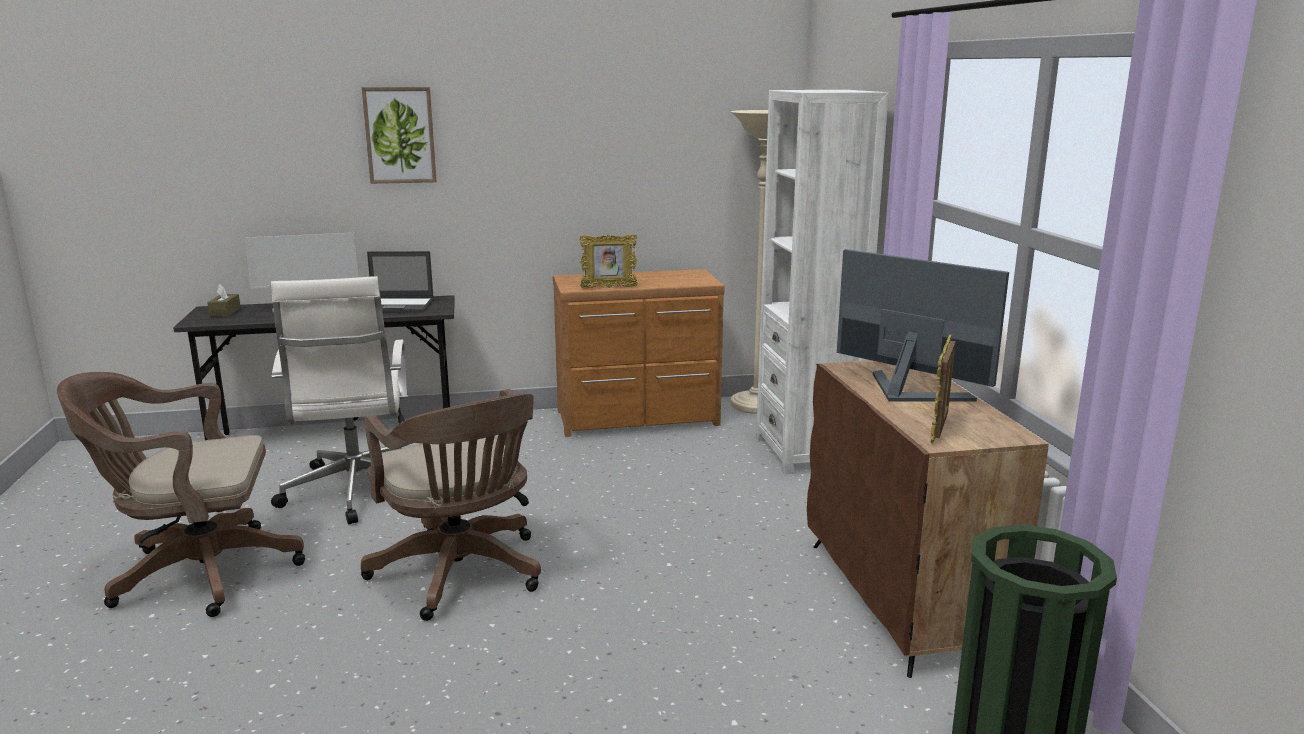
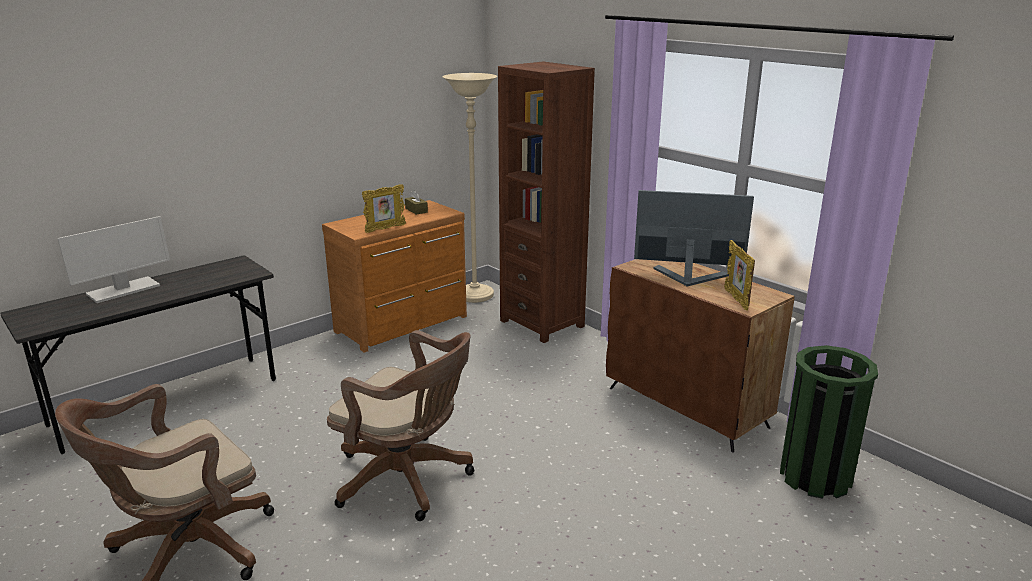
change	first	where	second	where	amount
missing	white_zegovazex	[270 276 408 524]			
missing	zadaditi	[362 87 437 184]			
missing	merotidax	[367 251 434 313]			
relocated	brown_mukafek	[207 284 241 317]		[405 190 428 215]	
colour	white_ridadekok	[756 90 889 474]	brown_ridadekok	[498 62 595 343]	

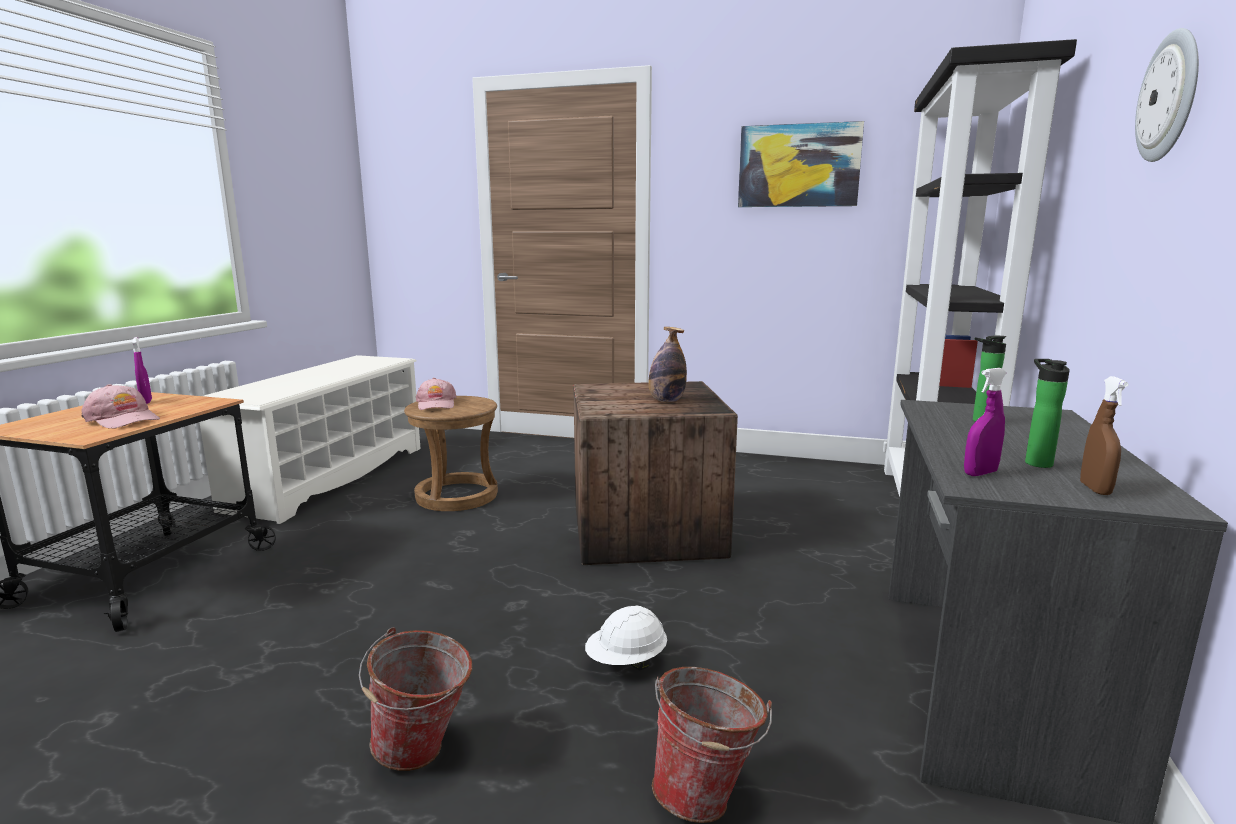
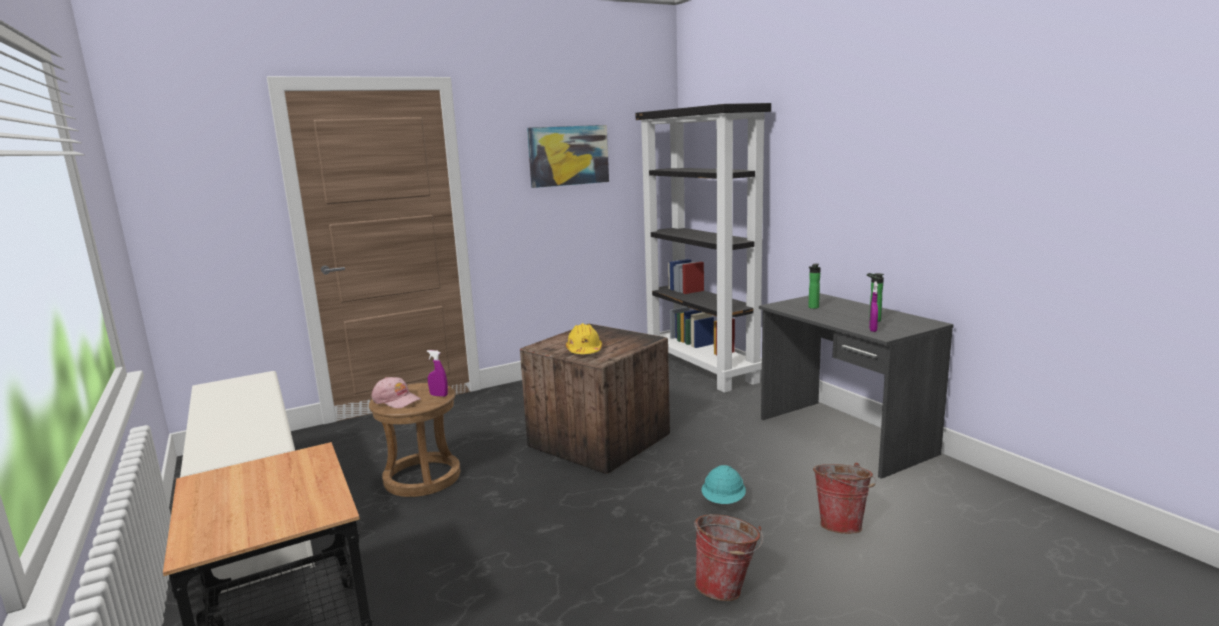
change	first	where	second	where	amount
missing	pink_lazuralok	[82 384 160 429]			
missing	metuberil	[648 327 687 402]			
missing	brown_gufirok	[1080 376 1128 495]			
missing	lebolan	[1135 28 1199 162]			
appeared			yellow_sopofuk	[566 323 602 354]	
relocated	purple_gufirok	[132 337 152 404]		[427 350 448 397]	
colour	white_sopofuk	[585 605 667 670]	turquoise_sopofuk	[702 465 746 504]	

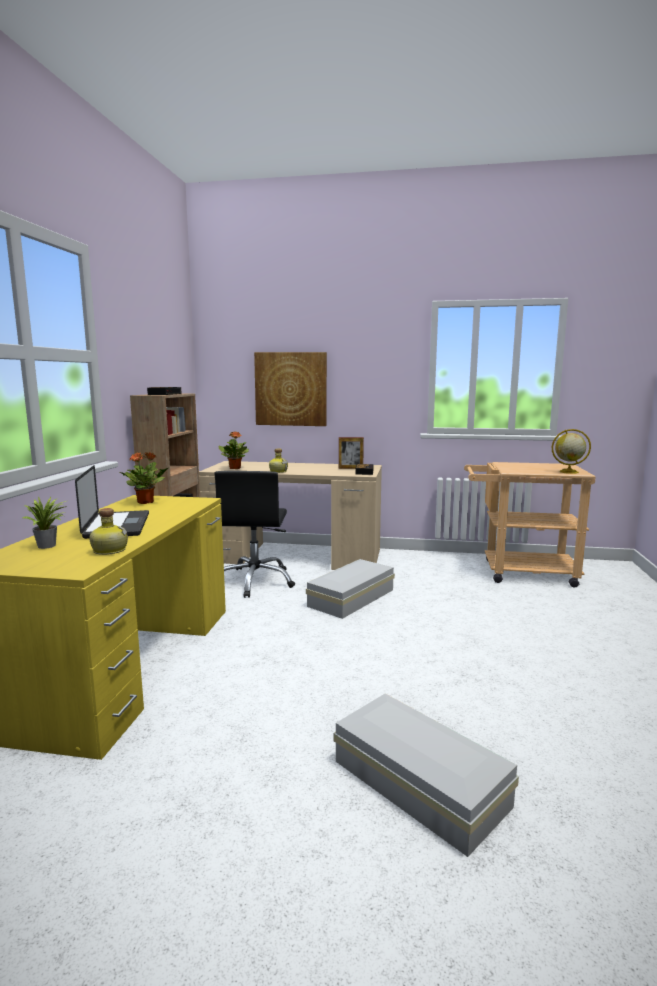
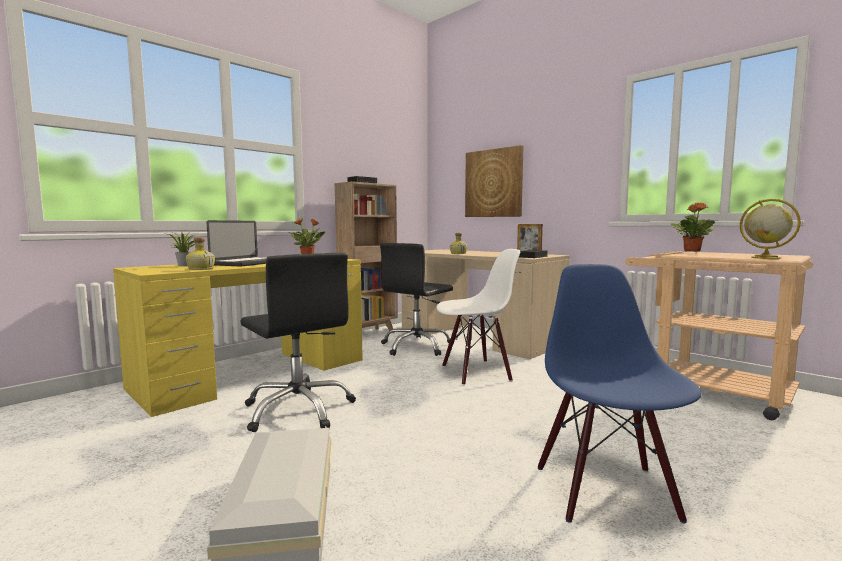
change	first	where	second	where	amount
appeared			black_zegovazex	[240 253 356 432]	
appeared			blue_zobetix	[538 264 702 524]	
relocated	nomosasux	[218 431 249 469]		[671 202 715 252]	
exchanged	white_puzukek	[306 559 395 619]	white_zobetix	[436 249 520 385]	

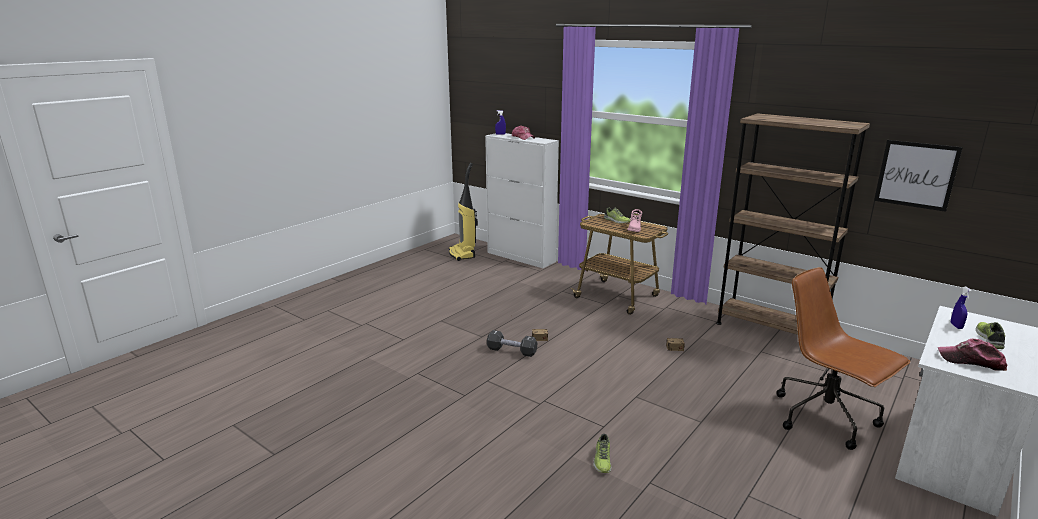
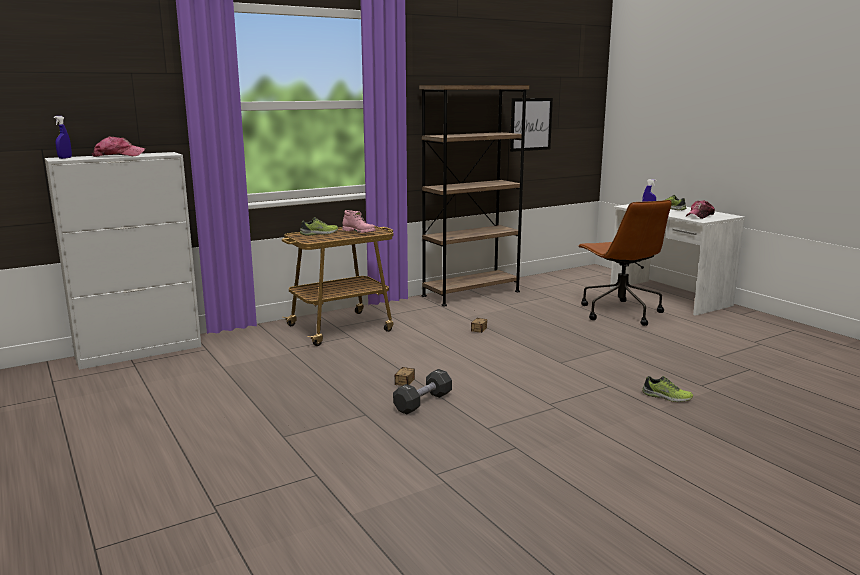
change	first	where	second	where	amount
missing	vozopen	[449 162 478 261]			
spun	brown_zegovazex	[776 267 911 450]		[579 200 672 326]	90 degrees counterclockwise

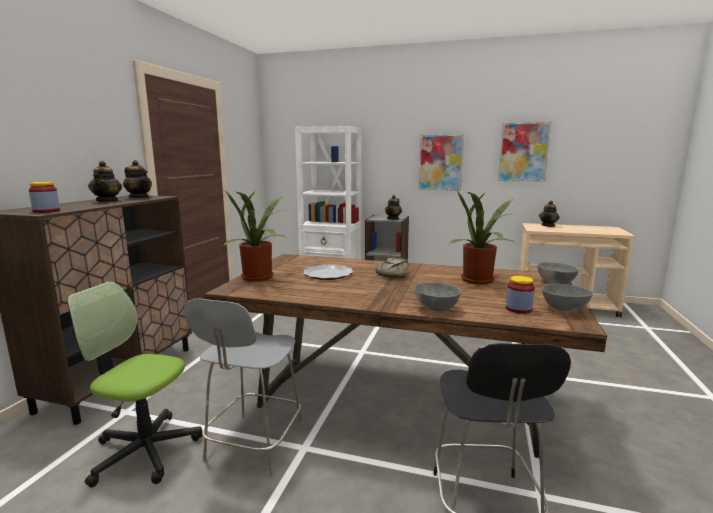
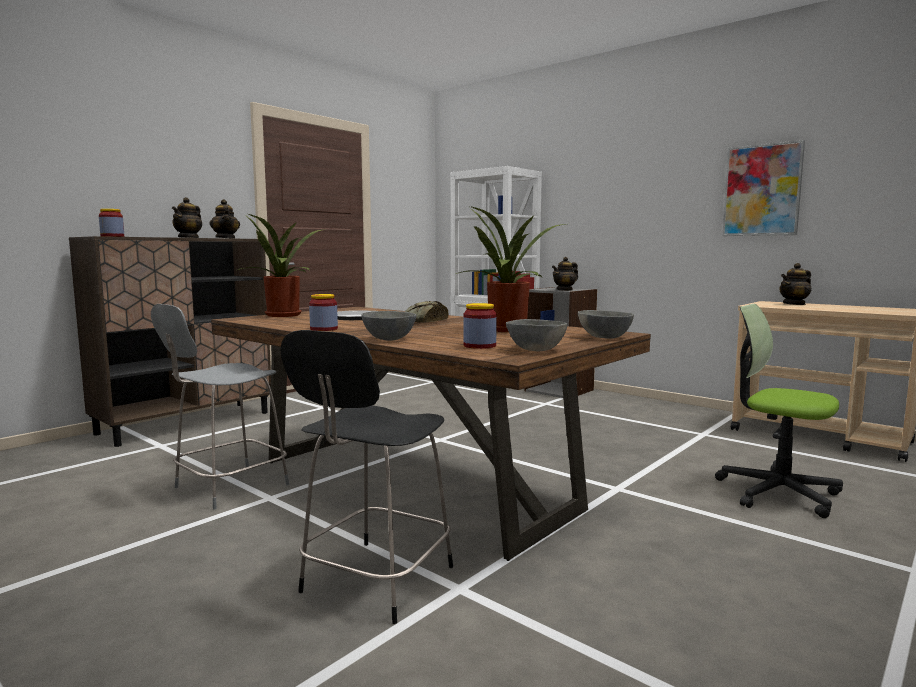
change	first	where	second	where	amount
missing	zadaditi	[419 134 464 191]			
appeared			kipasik	[309 294 338 331]	
relocated	zegovazex	[67 282 203 487]		[715 304 843 518]	

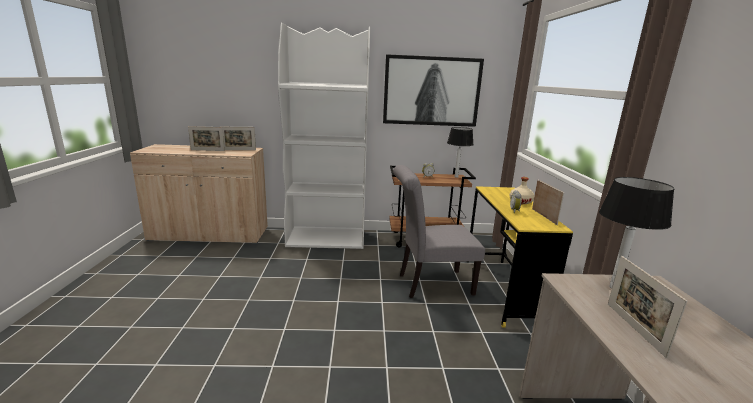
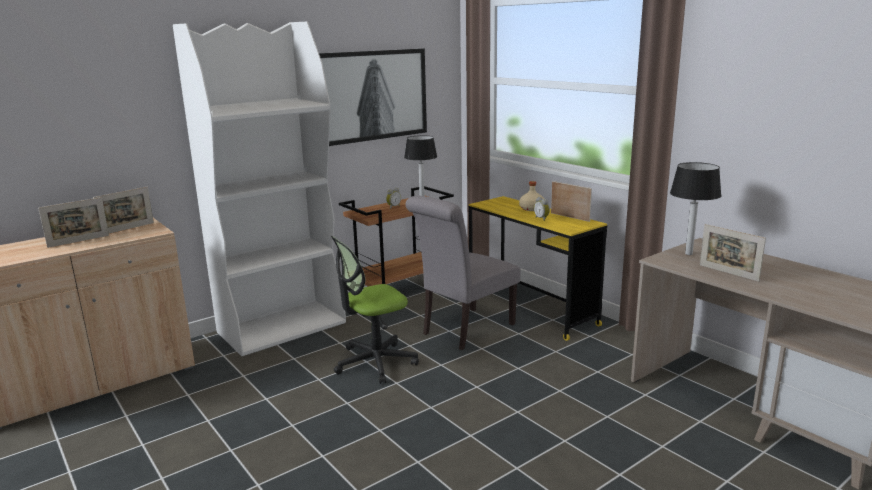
change	first	where	second	where	amount
appeared			zegovazex	[331 236 419 384]	

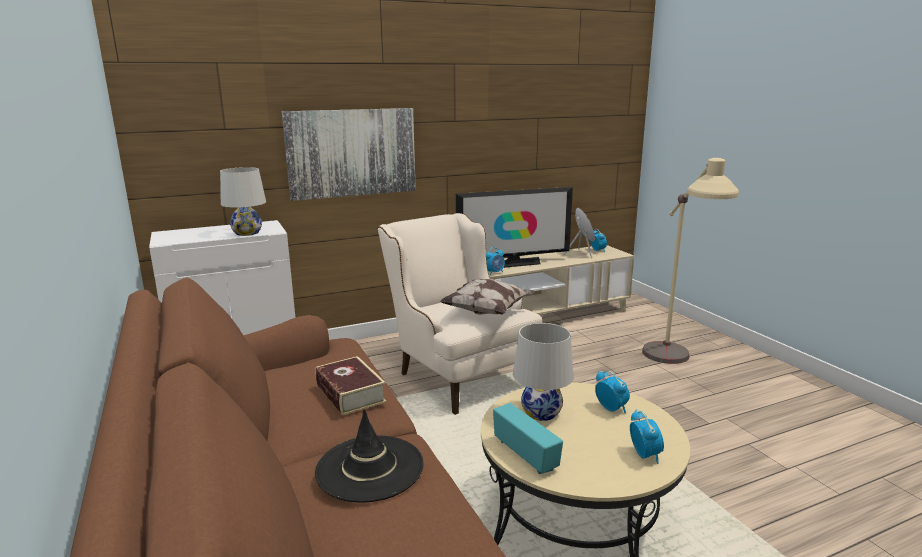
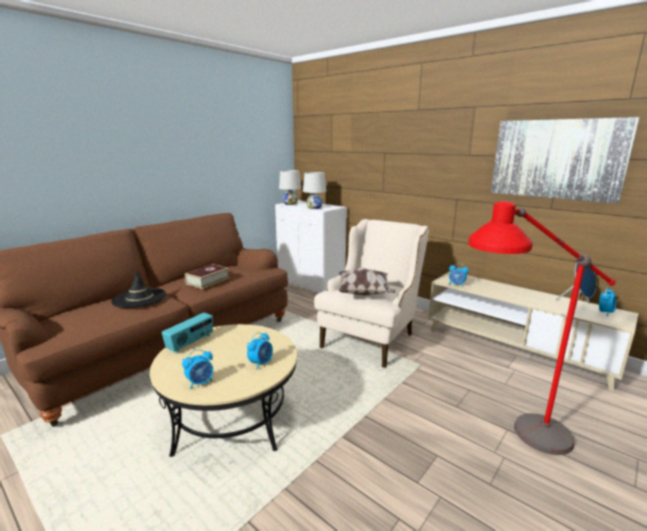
change	first	where	second	where	amount
missing	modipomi	[456 187 573 268]			
relocated	zadaditi	[282 108 416 201]		[491 117 640 203]	
relocated	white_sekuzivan	[513 323 574 421]		[279 170 301 205]	
colour	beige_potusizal	[642 158 739 364]	red_potusizal	[468 201 616 455]	

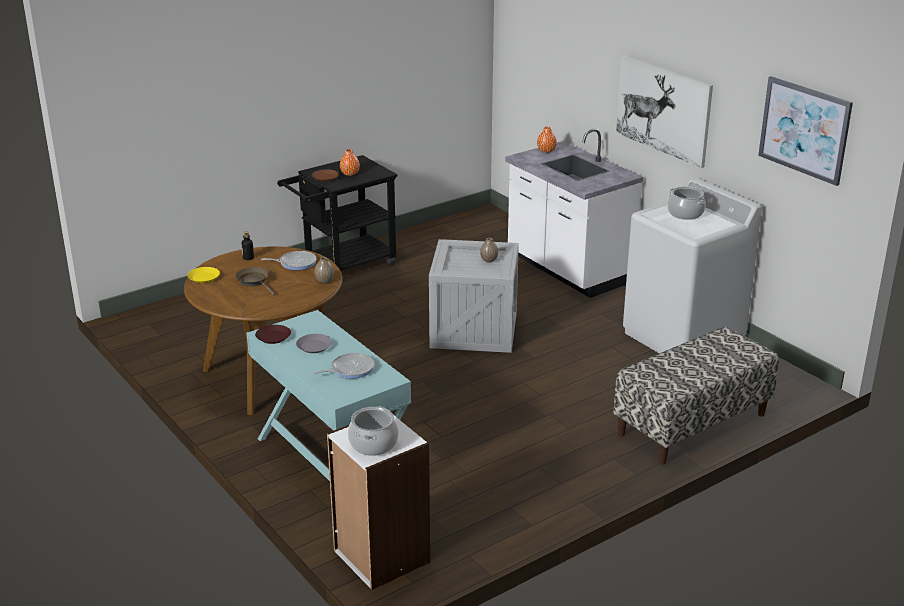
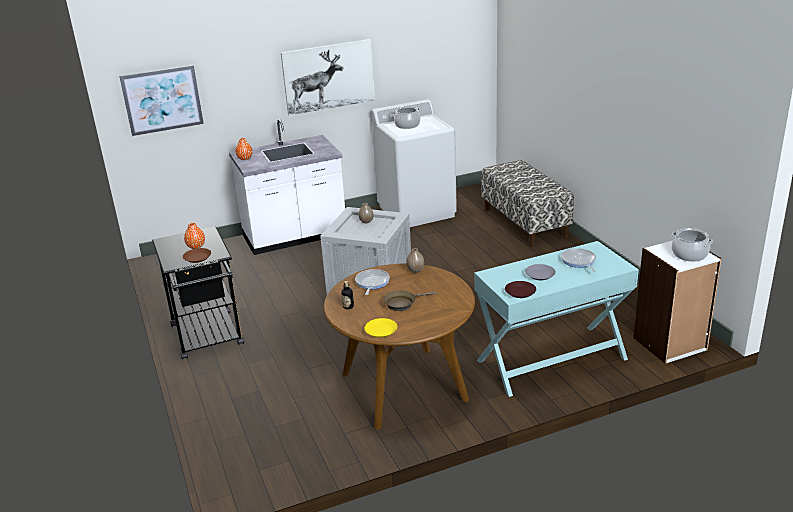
change	first	where	second	where	amount
relocated	zadaditi	[758 76 853 186]		[119 65 204 136]	

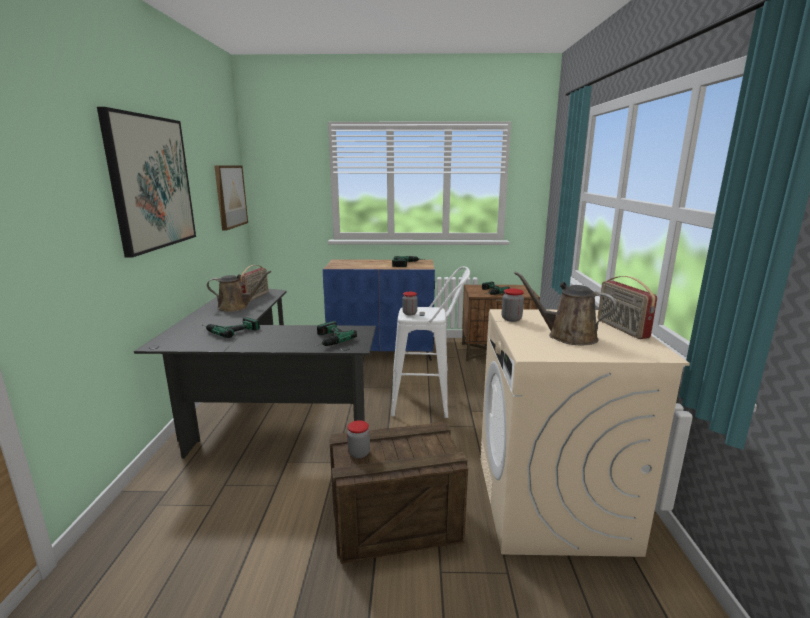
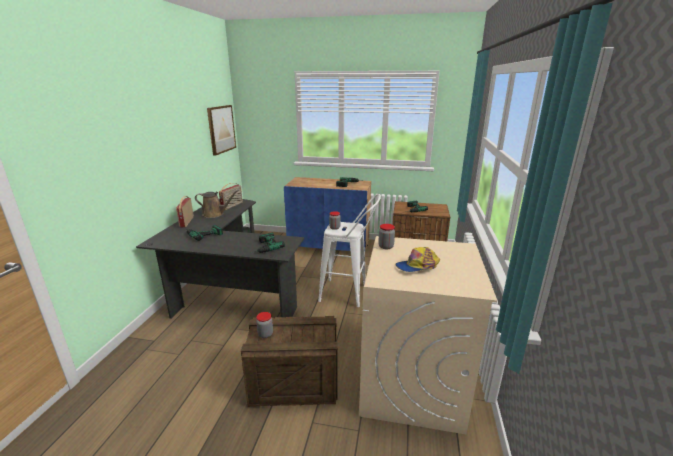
change	first	where	second	where	amount
missing	zadaditi	[97 107 196 258]			
relocated	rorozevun	[598 276 657 339]		[176 196 194 227]	
exchanged	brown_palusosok	[514 271 617 345]	lazuralok	[396 247 440 272]	

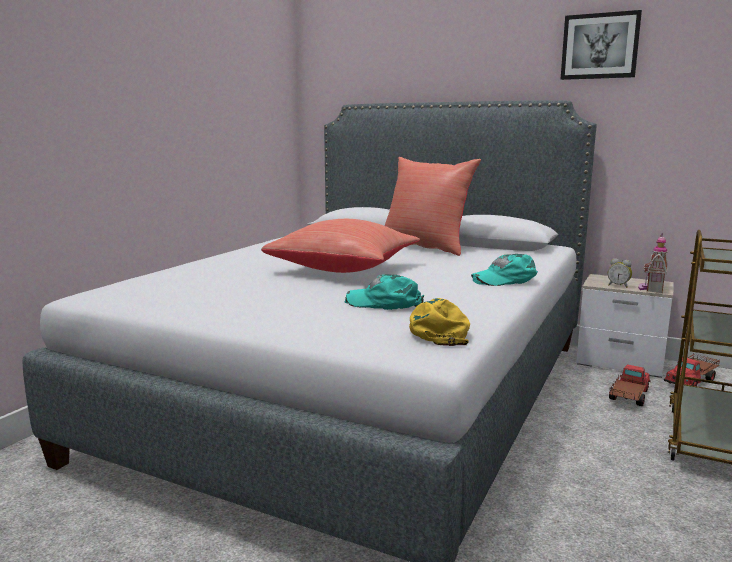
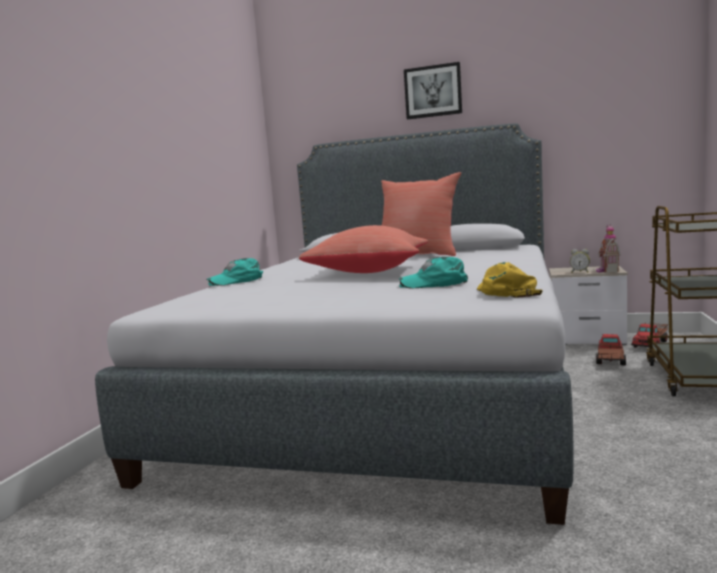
change	first	where	second	where	amount
relocated	turquoise_lazuralok	[472 254 538 286]		[206 258 263 286]	
relocated	zadaditi	[561 10 642 80]		[404 62 462 120]	

